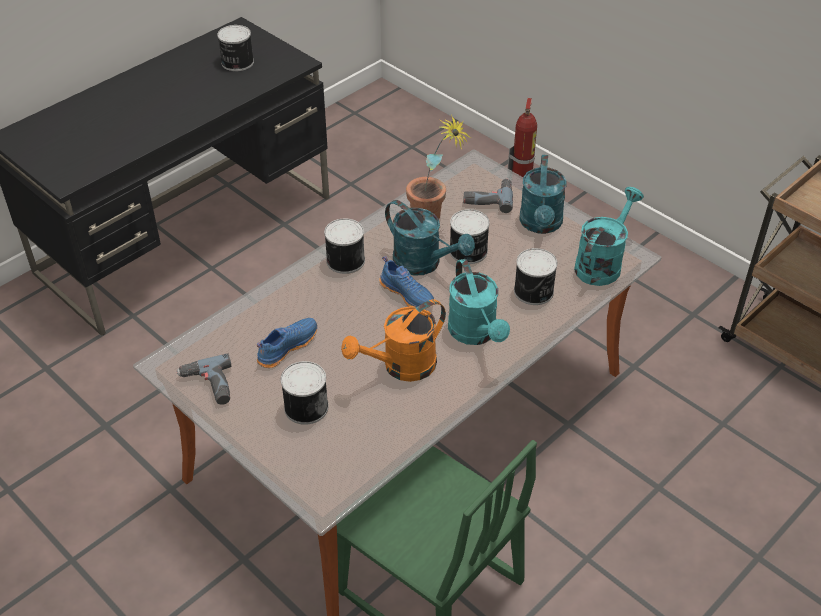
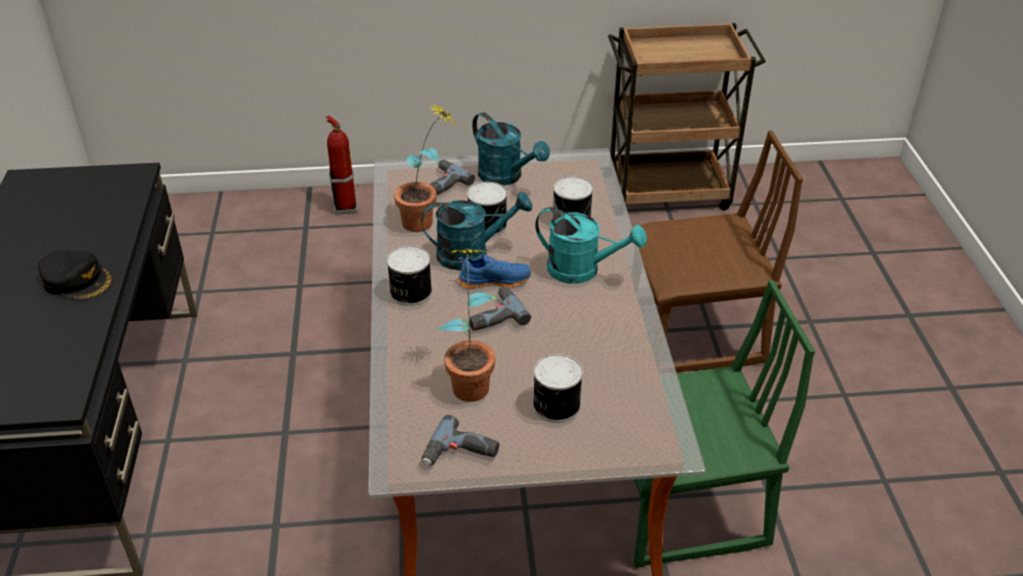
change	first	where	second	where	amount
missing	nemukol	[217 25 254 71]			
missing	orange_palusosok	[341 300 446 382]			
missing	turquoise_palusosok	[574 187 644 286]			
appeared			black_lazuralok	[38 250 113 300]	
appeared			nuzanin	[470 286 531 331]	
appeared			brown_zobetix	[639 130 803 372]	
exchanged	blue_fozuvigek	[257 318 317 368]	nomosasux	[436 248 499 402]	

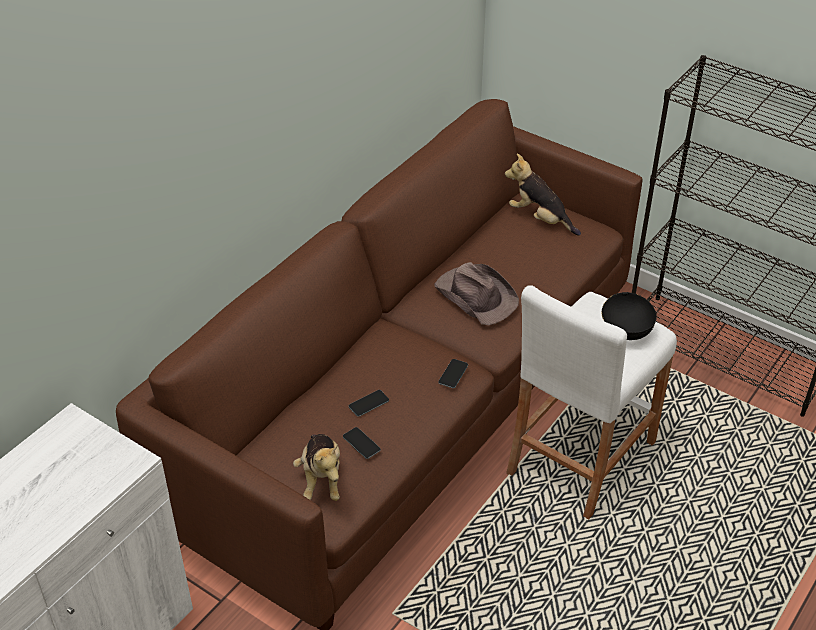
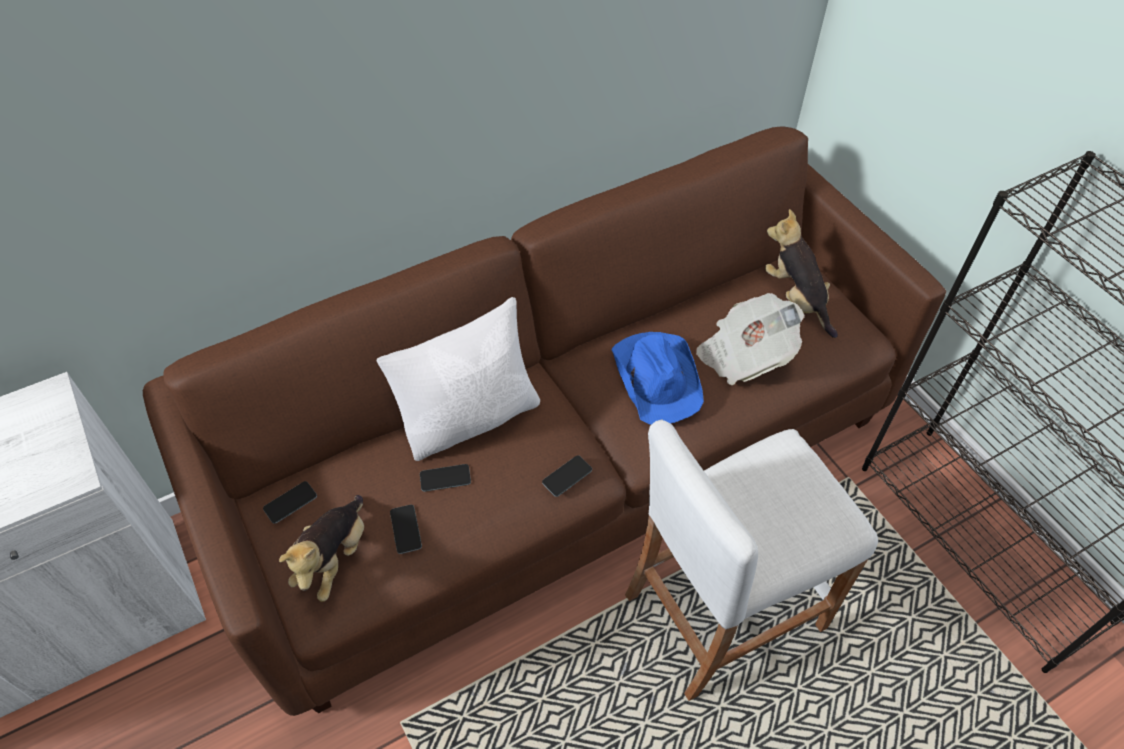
change	first	where	second	where	amount
missing	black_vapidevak	[602 292 657 340]			
appeared			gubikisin	[263 481 317 524]	
appeared			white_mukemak	[376 297 540 461]	
appeared			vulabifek	[696 293 805 385]	
colour	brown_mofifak	[434 262 519 325]	blue_mofifak	[611 332 704 425]	

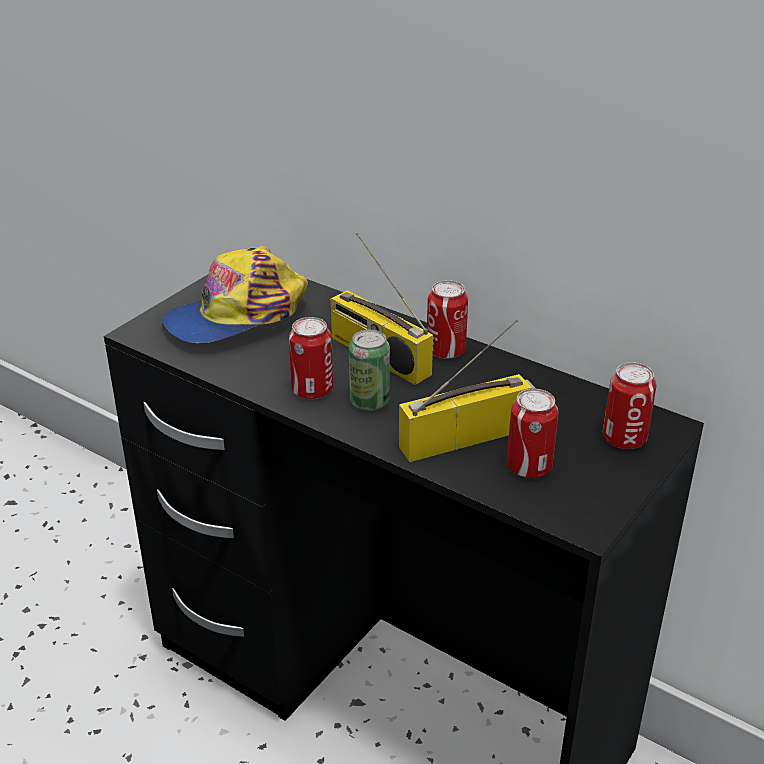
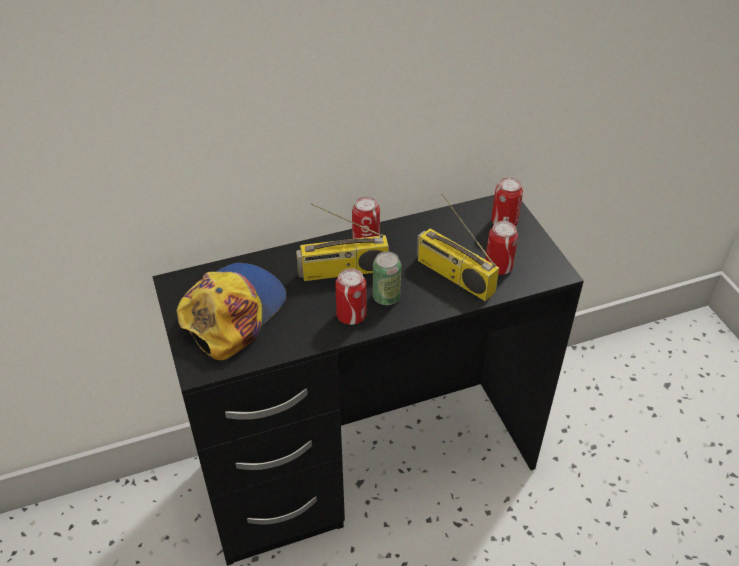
change	first	where	second	where	amount
spun	lazuralok	[162 246 308 343]		[177 263 287 360]	150 degrees counterclockwise
spun	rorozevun	[399 319 536 462]		[417 194 499 301]	60 degrees counterclockwise

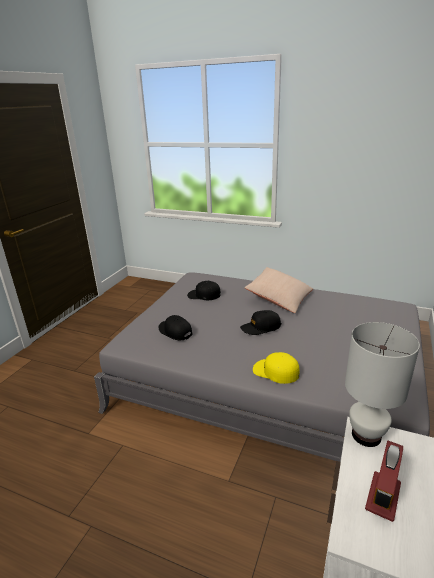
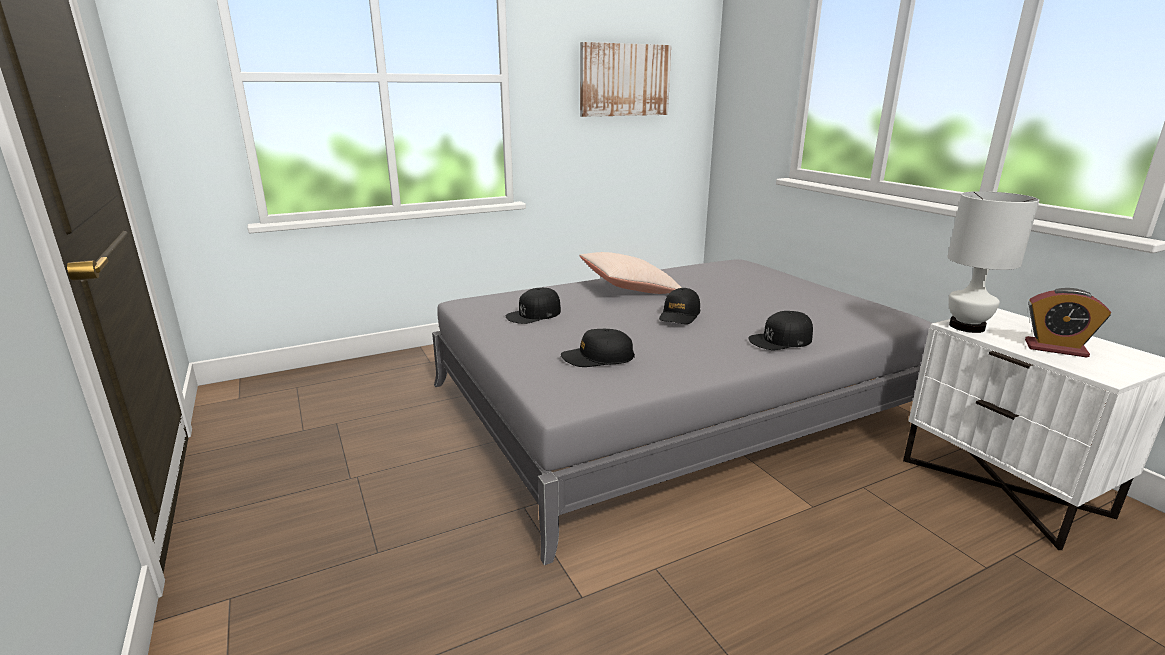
change	first	where	second	where	amount
appeared			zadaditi	[580 42 671 117]	
colour	yellow_lazuralok	[253 352 300 384]	black_lazuralok	[748 311 813 350]	
spun	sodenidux	[365 441 403 522]		[1025 288 1111 358]	45 degrees counterclockwise

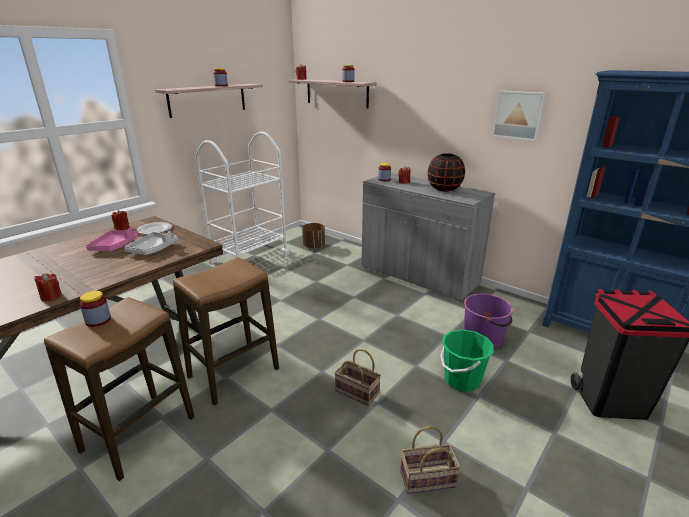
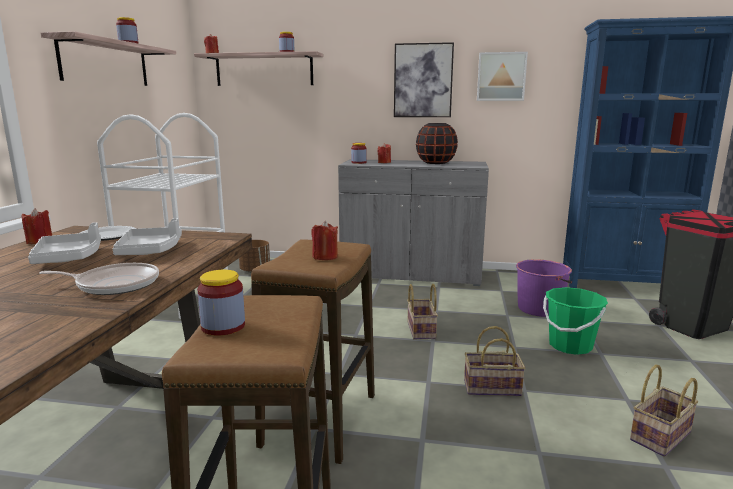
change	first	where	second	where	amount
appeared			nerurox	[39 263 159 295]	
appeared			zadaditi	[394 42 454 117]	
appeared			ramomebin	[407 284 438 339]	
relocated	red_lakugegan	[34 273 62 301]		[311 221 338 260]	
colour	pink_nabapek	[86 227 139 251]	grey_nabapek	[28 222 101 264]	

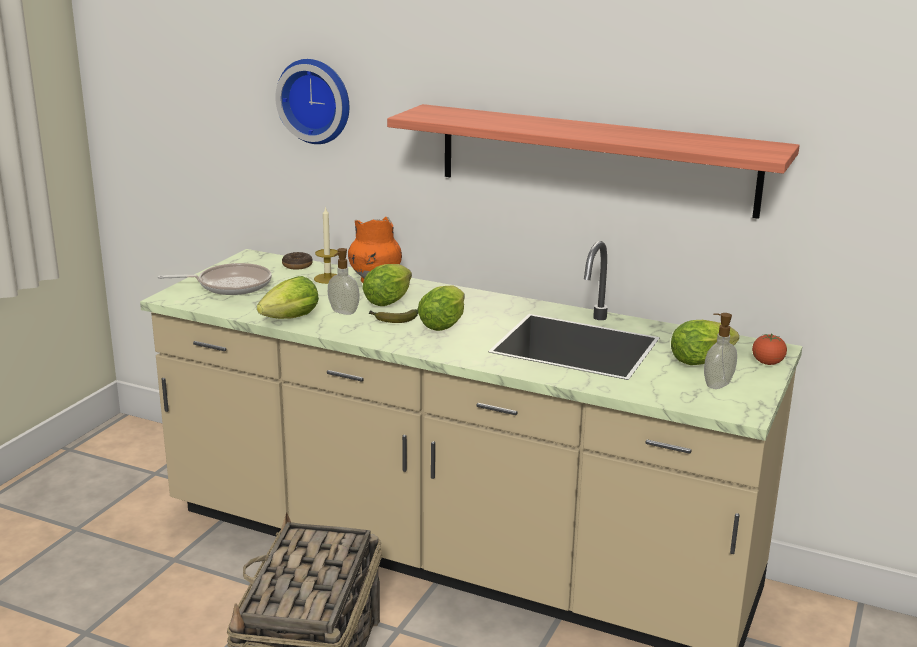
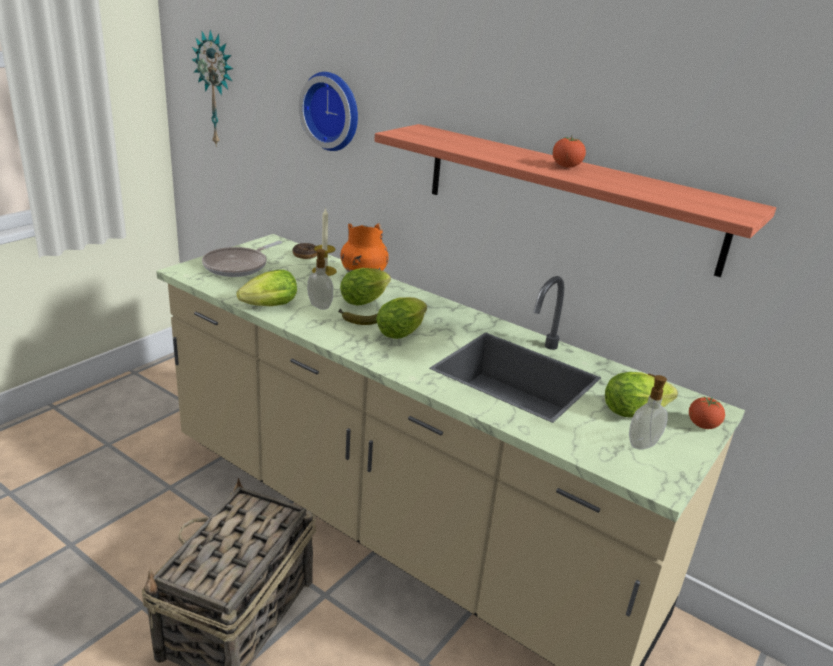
change	first	where	second	where	amount
appeared			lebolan	[191 30 233 147]	
appeared			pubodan	[553 136 586 168]	
spun	nerurox	[157 263 272 295]		[202 241 282 277]	120 degrees clockwise

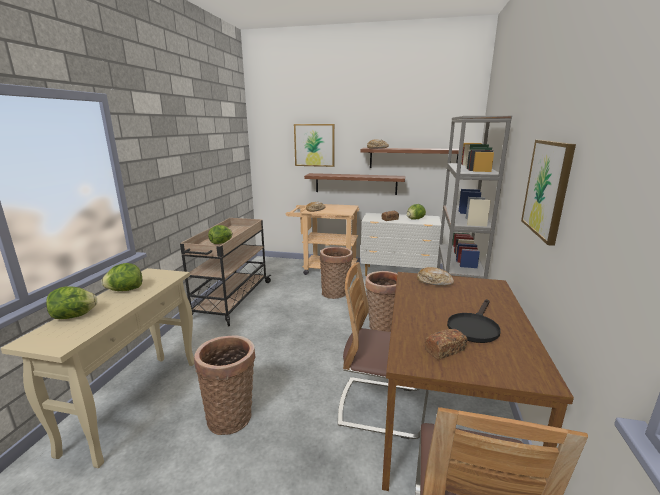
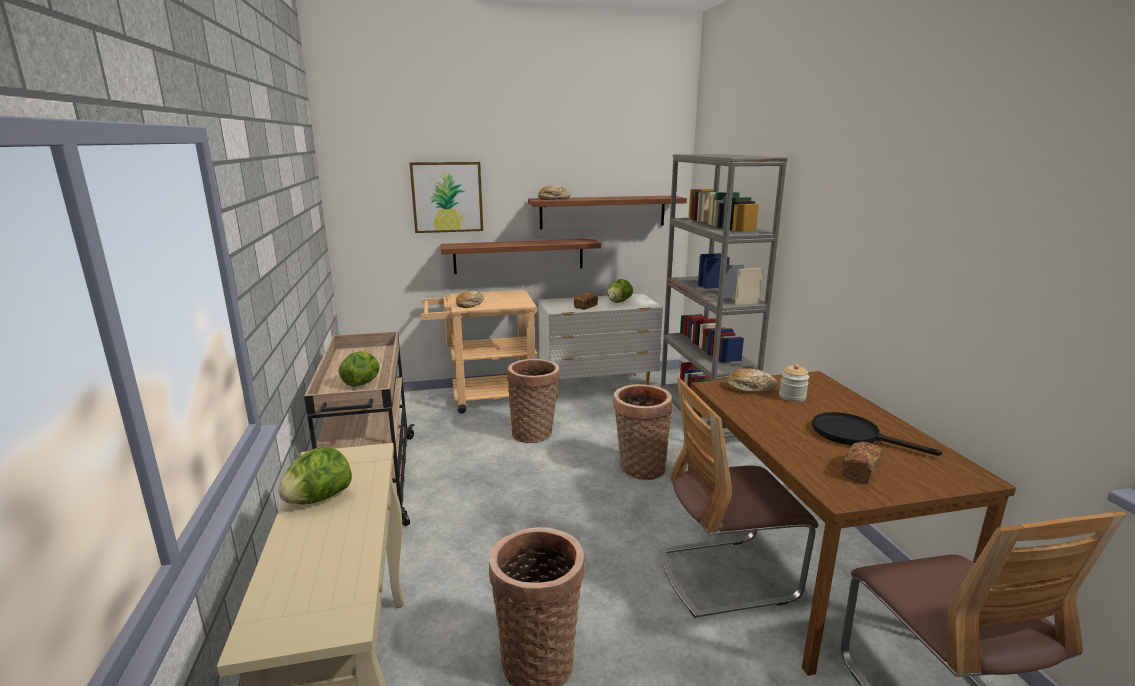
change	first	where	second	where	amount
missing	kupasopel	[46 286 97 319]			
missing	zadaditi	[521 140 576 246]			
appeared			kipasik	[779 364 809 402]	
spun	black_nerurox	[447 299 501 343]		[812 412 942 456]	120 degrees clockwise

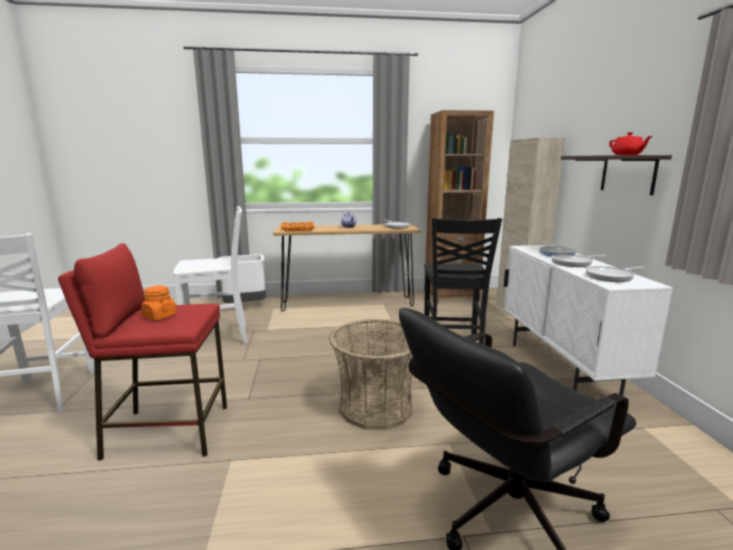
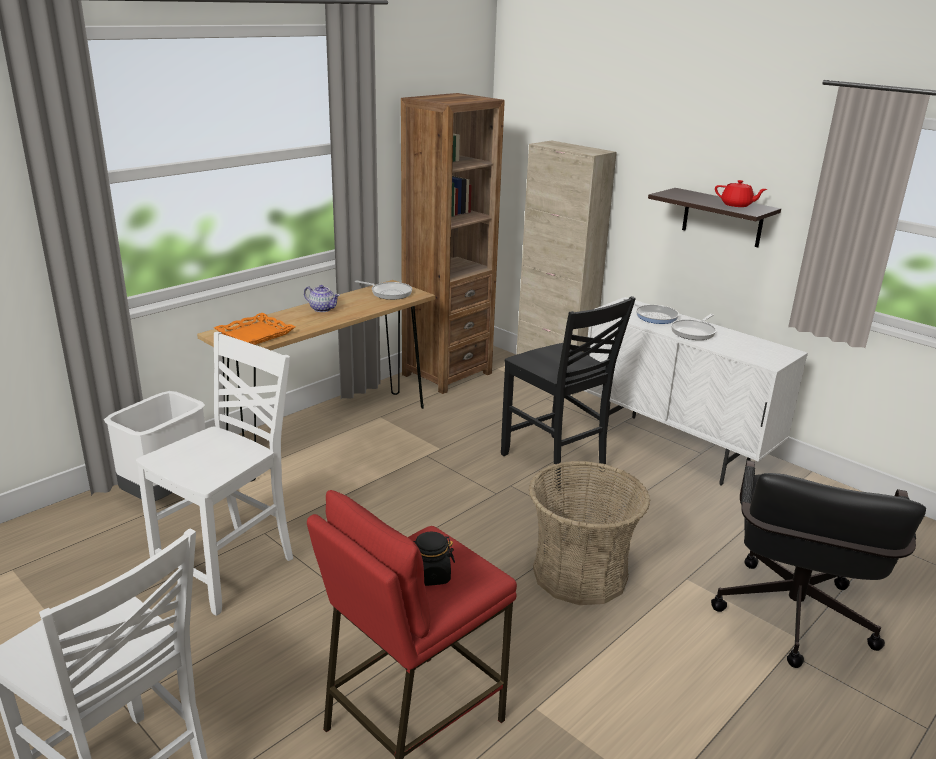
change	first	where	second	where	amount
missing	nerurox	[586 266 645 282]			
colour	orange_kipasik	[141 285 176 320]	black_kipasik	[413 532 455 586]	

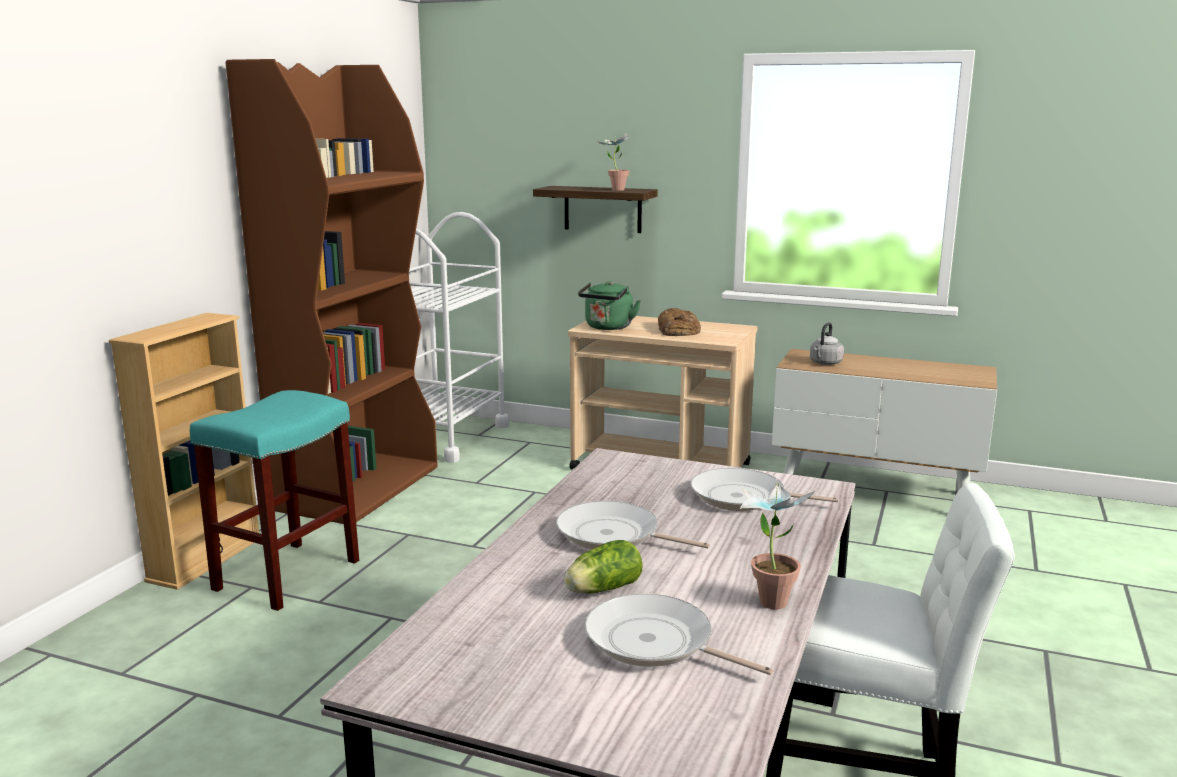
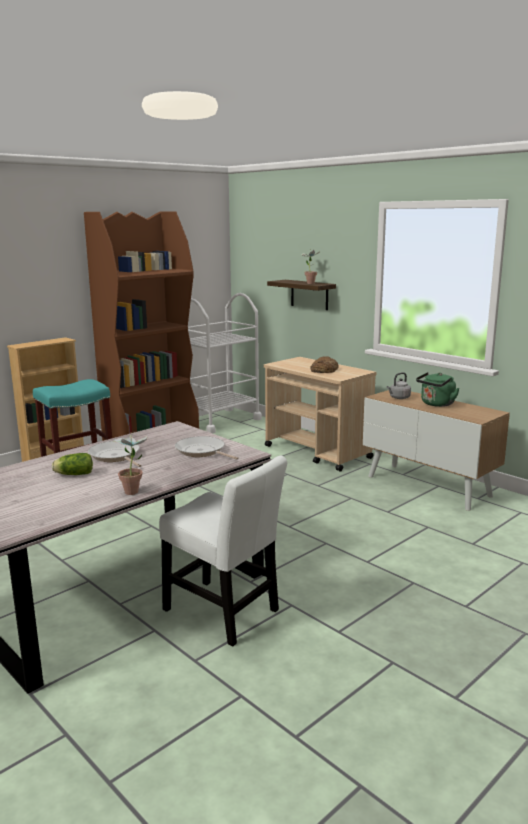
change	first	where	second	where	amount
missing	nerurox	[585 593 774 675]			
relocated	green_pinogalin	[578 281 641 330]		[416 372 460 407]	

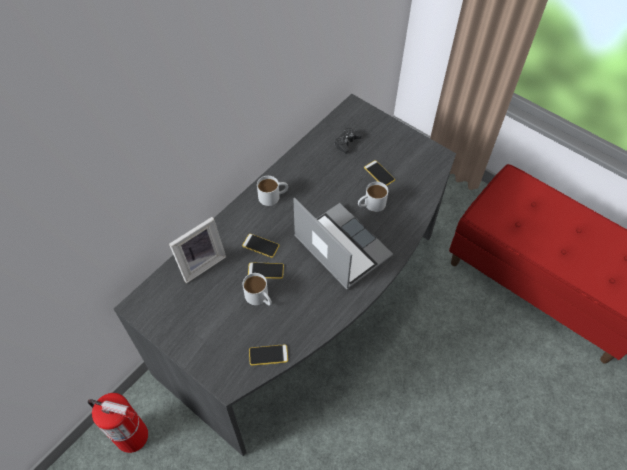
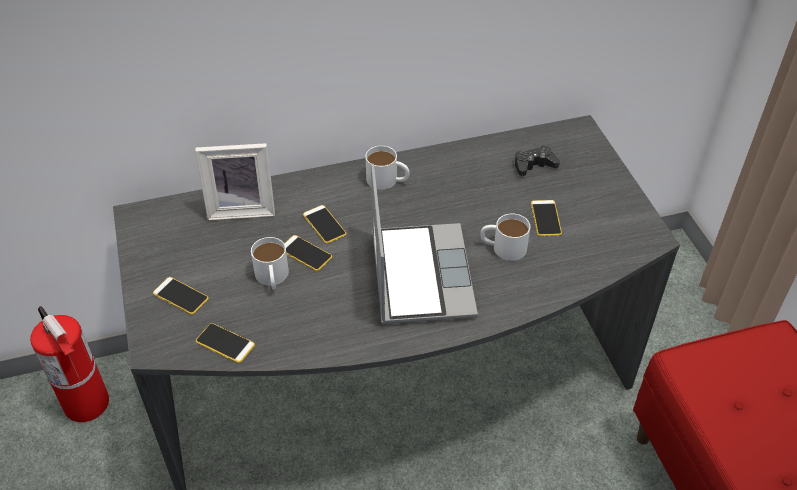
change	first	where	second	where	amount
appeared			gubikisin	[153 277 209 315]	

